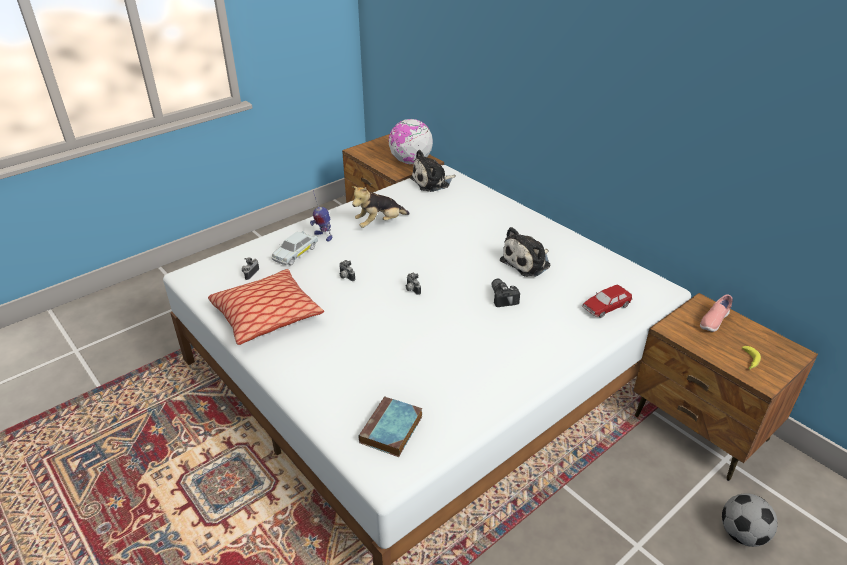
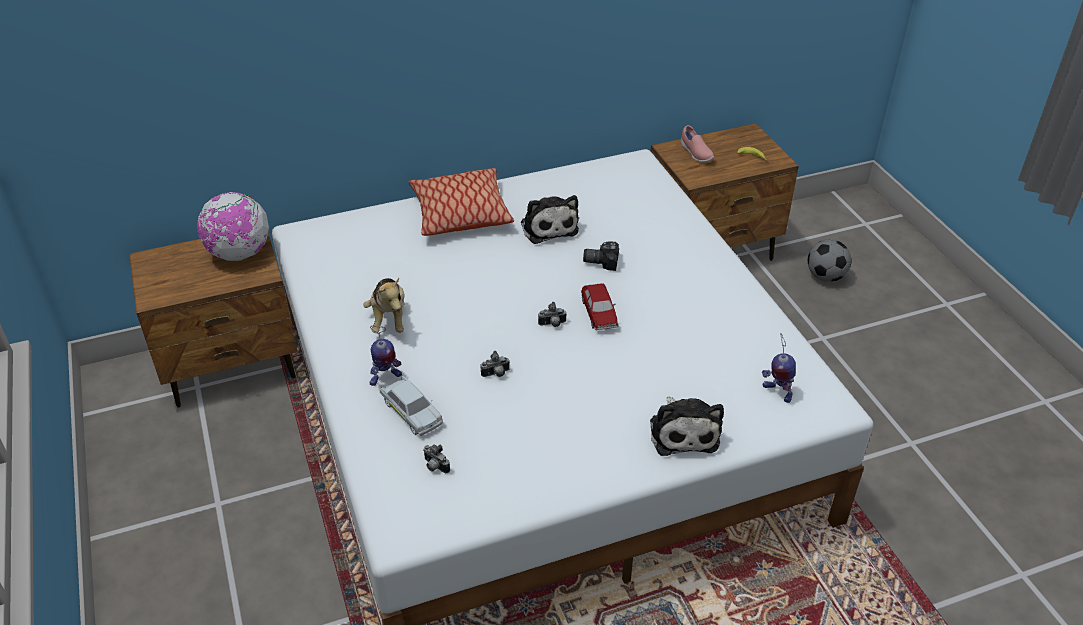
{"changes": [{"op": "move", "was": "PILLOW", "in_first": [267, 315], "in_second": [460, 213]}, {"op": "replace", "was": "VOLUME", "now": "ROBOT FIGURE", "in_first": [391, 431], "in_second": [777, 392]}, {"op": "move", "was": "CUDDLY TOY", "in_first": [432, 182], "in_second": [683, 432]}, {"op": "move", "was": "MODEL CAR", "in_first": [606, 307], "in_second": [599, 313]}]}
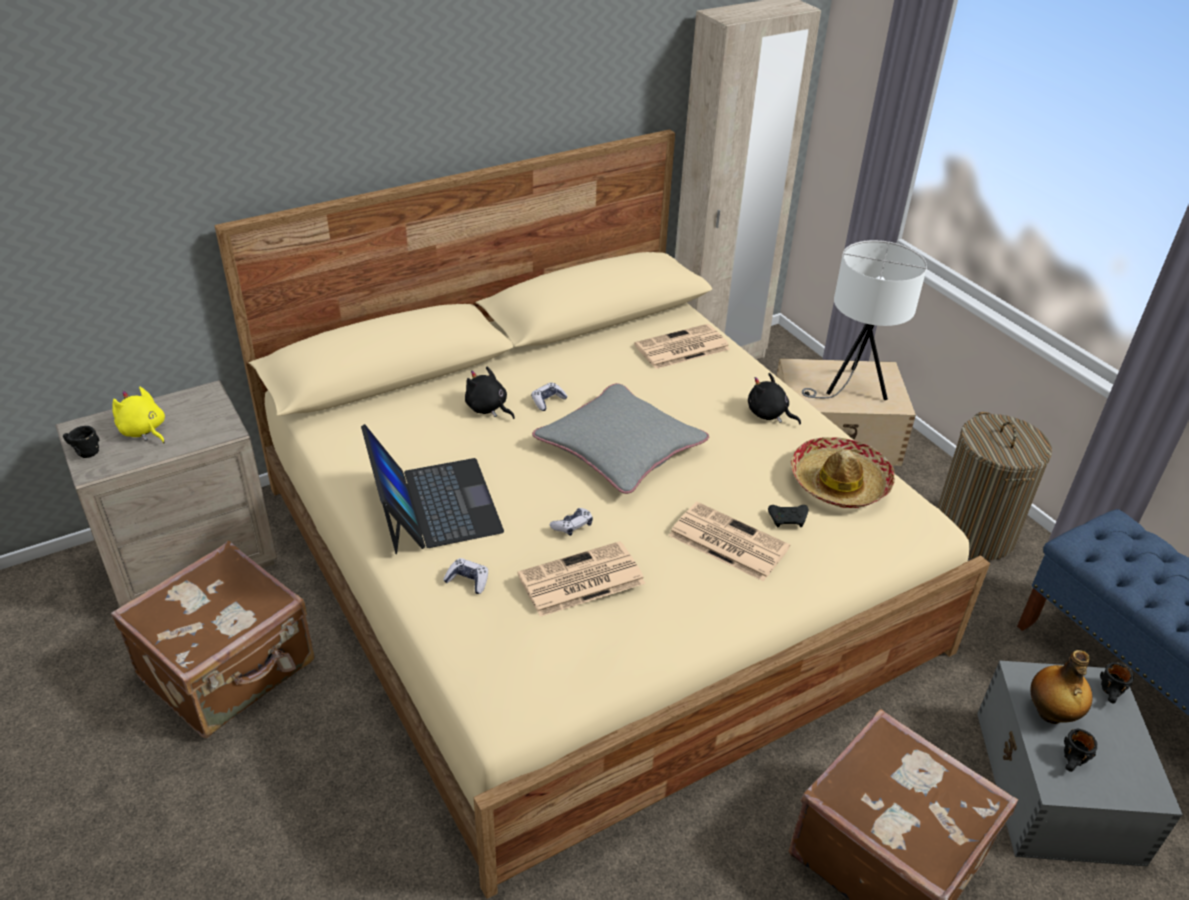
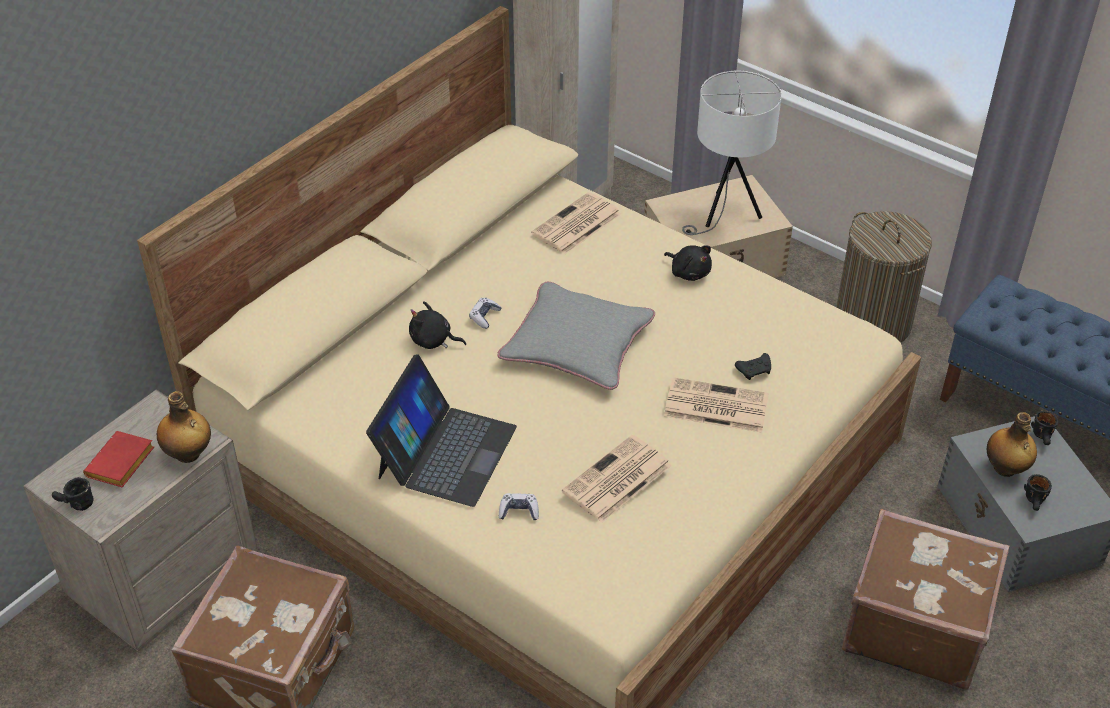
{"changes": [{"op": "replace", "was": "YELLOWISH CUDDLY TOY", "now": "RED-COLOURED VOLUME", "in_first": [143, 431], "in_second": [121, 465]}, {"op": "rotate", "was": "PORTABLE COMPUTER", "in_first": [434, 505], "in_second": [445, 451], "clockwise": 60}, {"op": "delete", "was": "JOYPAD", "in_first": [572, 526]}, {"op": "rotate", "was": "BLACKISH CUDDLY TOY", "in_first": [769, 414], "in_second": [689, 272], "clockwise": -150}, {"op": "delete", "was": "CLOTHING HAT", "in_first": [839, 482]}, {"op": "insert", "now": "BOTTLE", "in_second": [188, 454]}]}
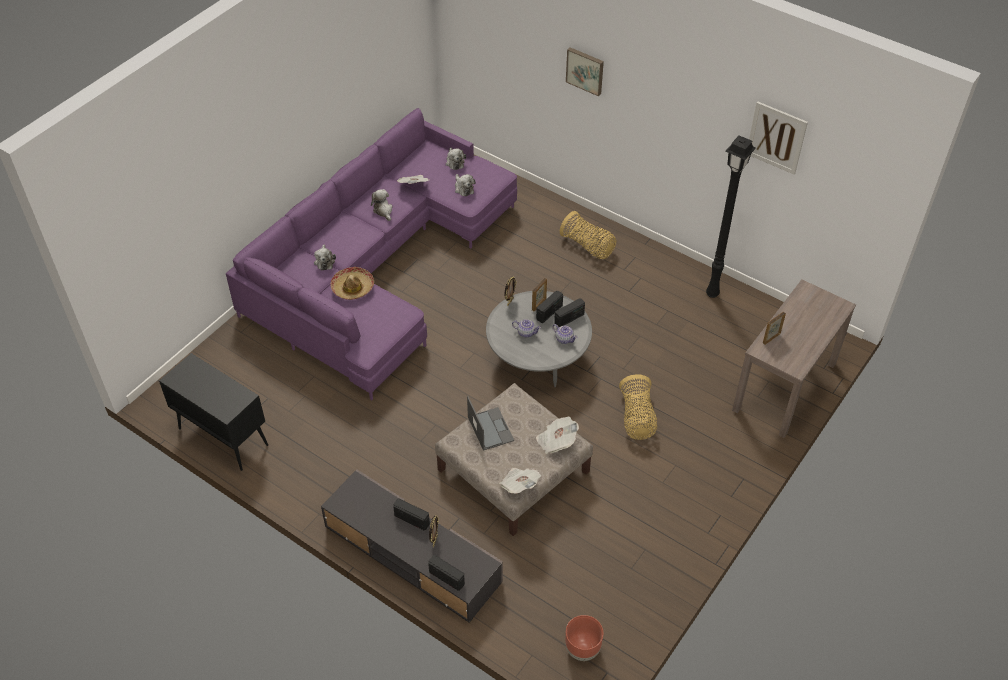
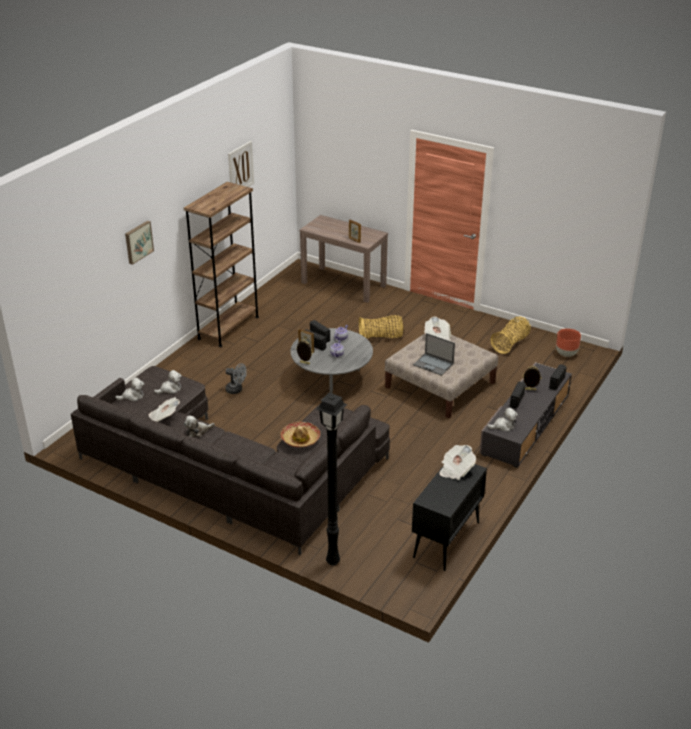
{"changes": [{"op": "recolor", "was": "PURPLE-COLOURED COUCH", "now": "GRAY COUCH", "in_first": [377, 267], "in_second": [230, 471]}, {"op": "move", "was": "CUDDLY TOY", "in_first": [324, 261], "in_second": [503, 426]}, {"op": "rotate", "was": "PORTABLE COMPUTER", "in_first": [490, 428], "in_second": [433, 364], "clockwise": -120}, {"op": "move", "was": "NEWSPAPER", "in_first": [519, 485], "in_second": [456, 470]}, {"op": "move", "was": "BASKET", "in_first": [588, 246], "in_second": [510, 343]}, {"op": "move", "was": "BLACKISH STANDARD LAMP", "in_first": [712, 293], "in_second": [331, 561]}, {"op": "insert", "now": "BROWN-COLOURED BOOKCASE", "in_second": [228, 327]}, {"op": "insert", "now": "GRAY FAN", "in_second": [236, 390]}]}
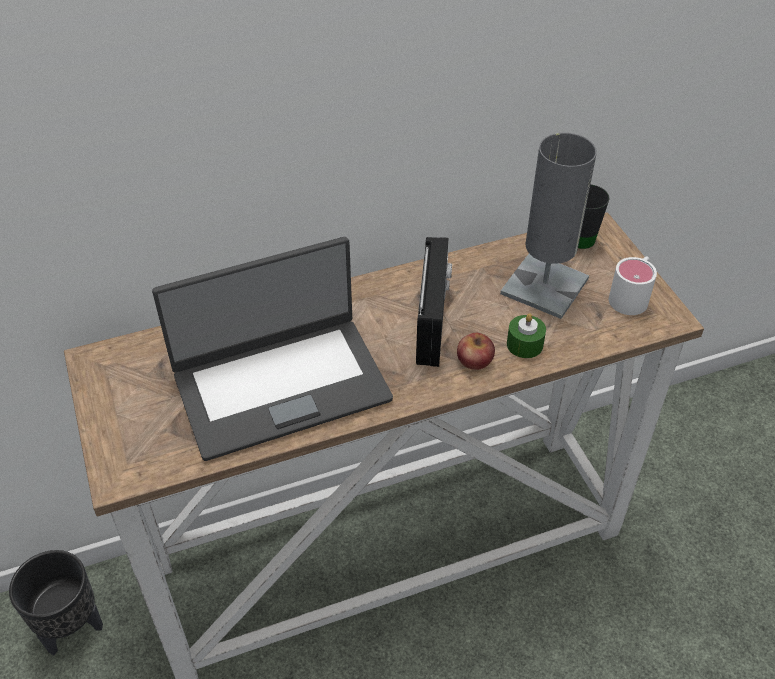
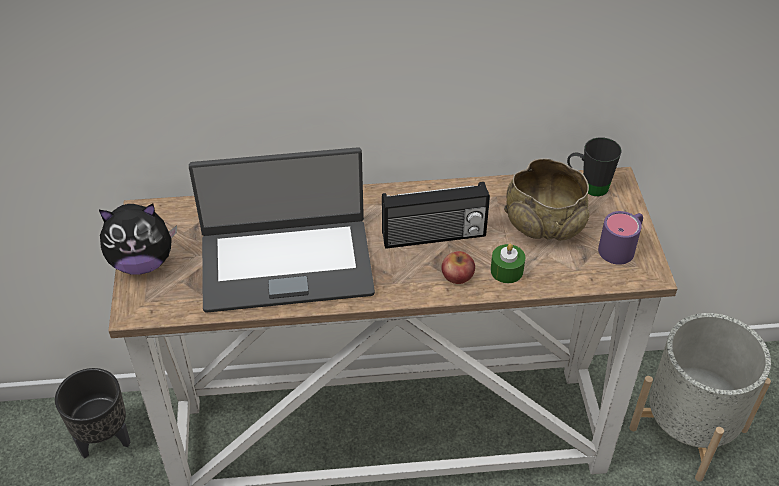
{"changes": [{"op": "rotate", "was": "RADIO SET", "in_first": [434, 323], "in_second": [434, 237], "clockwise": 60}, {"op": "replace", "was": "GRAY LAMP FOR A TABLE", "now": "BEIGE-COLOURED BOWL", "in_first": [544, 286], "in_second": [544, 223]}, {"op": "recolor", "was": "WHITISH TEA MUG", "now": "PURPLE-COLOURED TEA MUG", "in_first": [631, 295], "in_second": [621, 246]}, {"op": "insert", "now": "CUDDLY TOY", "in_second": [142, 262]}, {"op": "insert", "now": "GRAY PLANTER", "in_second": [688, 429]}]}
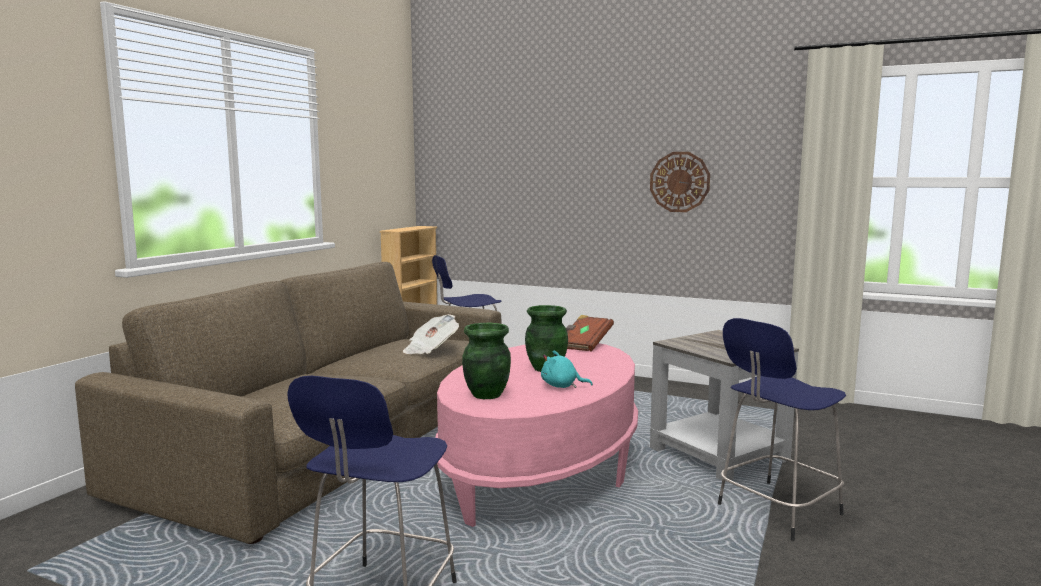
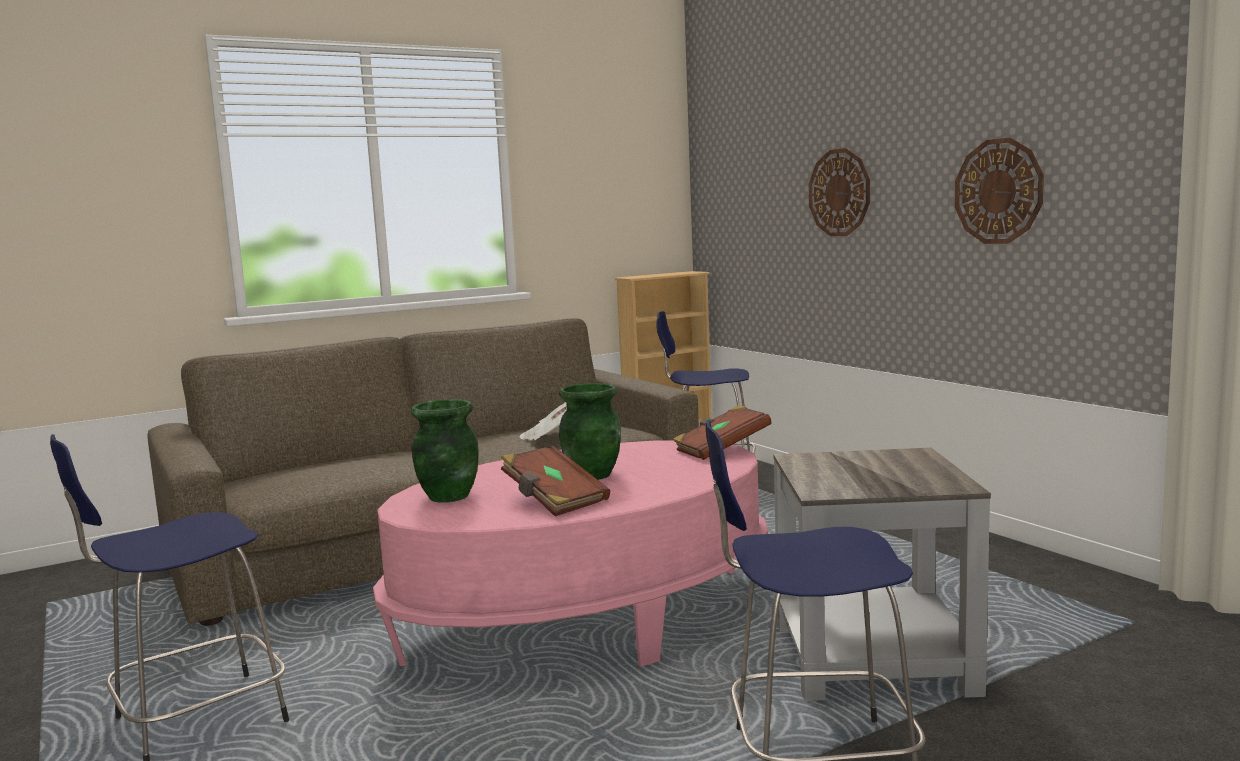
{"changes": [{"op": "replace", "was": "TURQUOISE CUDDLY TOY", "now": "BROWN-COLOURED VOLUME", "in_first": [562, 386], "in_second": [553, 500]}, {"op": "insert", "now": "WALL CLOCK", "in_second": [839, 193]}]}
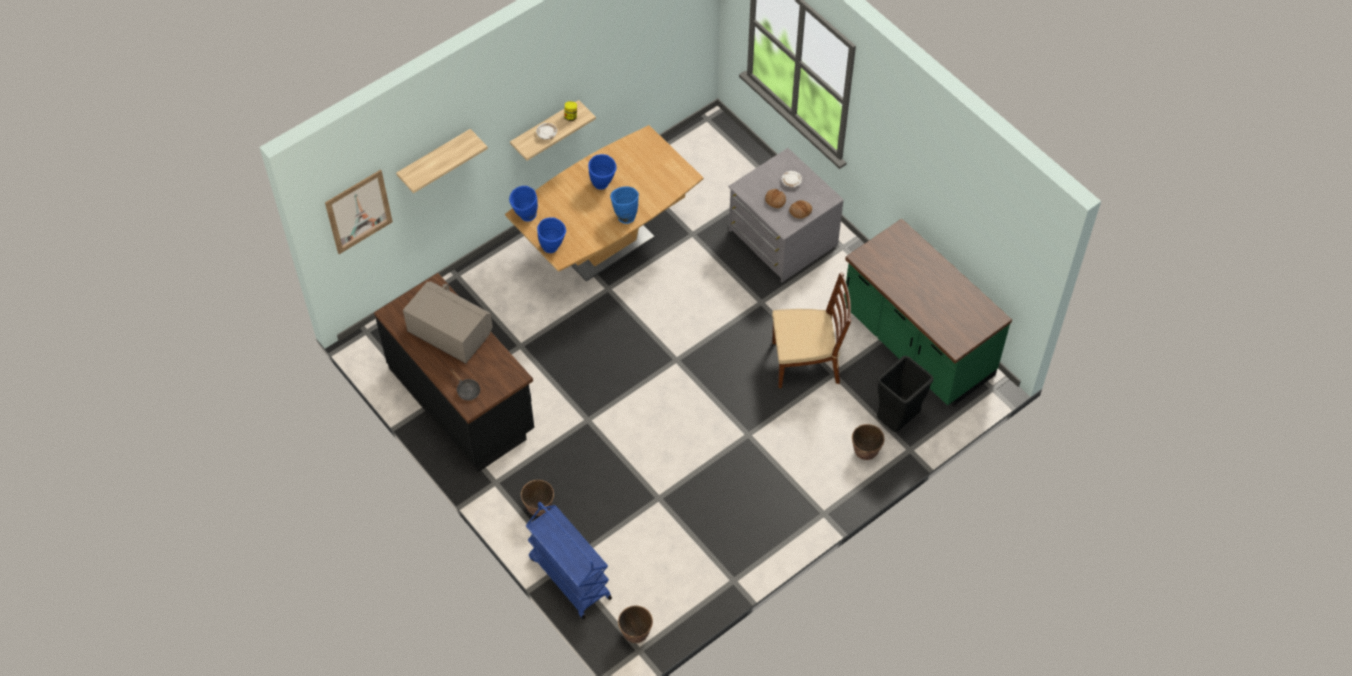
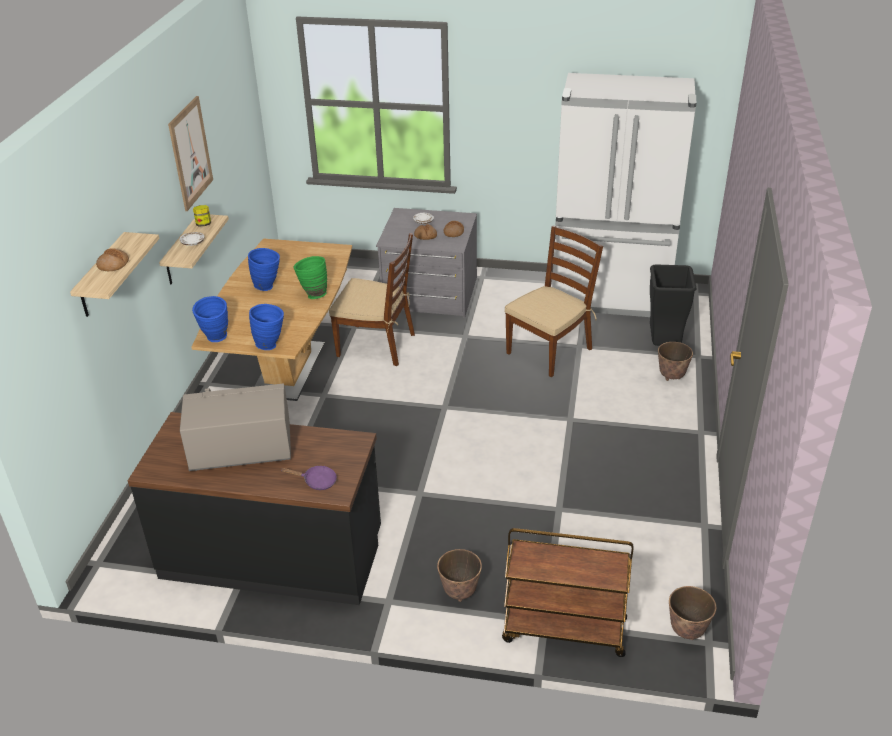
{"changes": [{"op": "move", "was": "PICTURE", "in_first": [358, 211], "in_second": [190, 153]}, {"op": "recolor", "was": "BLACKISH SKILLET", "now": "PURPLE-COLOURED SKILLET", "in_first": [467, 390], "in_second": [316, 481]}, {"op": "recolor", "was": "BLUE-COLOURED WHEELED CART", "now": "BROWN-COLOURED WHEELED CART", "in_first": [569, 577], "in_second": [563, 630]}, {"op": "recolor", "was": "BLUE-COLOURED DECORATIVE VASE", "now": "GREEN-COLOURED DECORATIVE VASE", "in_first": [624, 215], "in_second": [313, 294]}, {"op": "replace", "was": "GREEN-COLOURED COUNTER", "now": "WHITISH KITCHEN FRIDGE", "in_first": [916, 344], "in_second": [610, 298]}, {"op": "insert", "now": "BAKED BREAD", "in_second": [113, 264]}, {"op": "insert", "now": "BROWN-COLOURED PLAIN CHAIR", "in_second": [377, 345]}]}
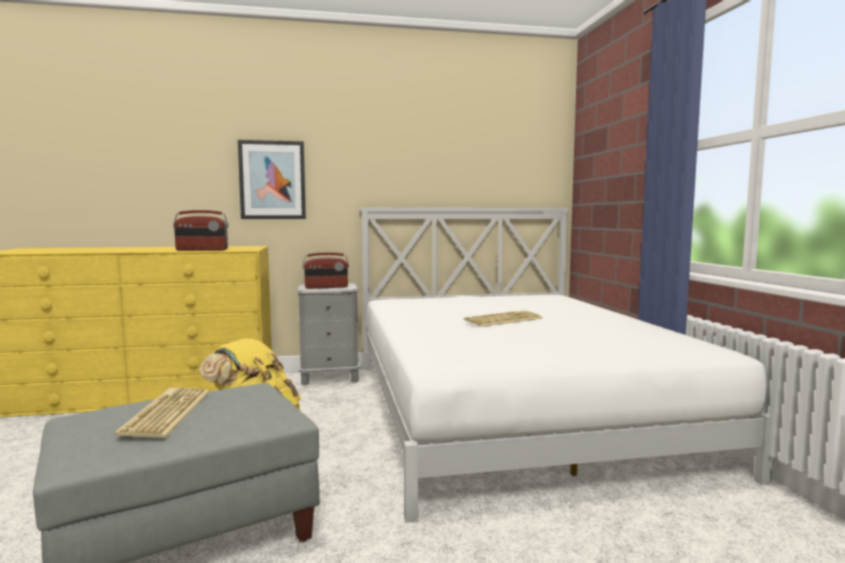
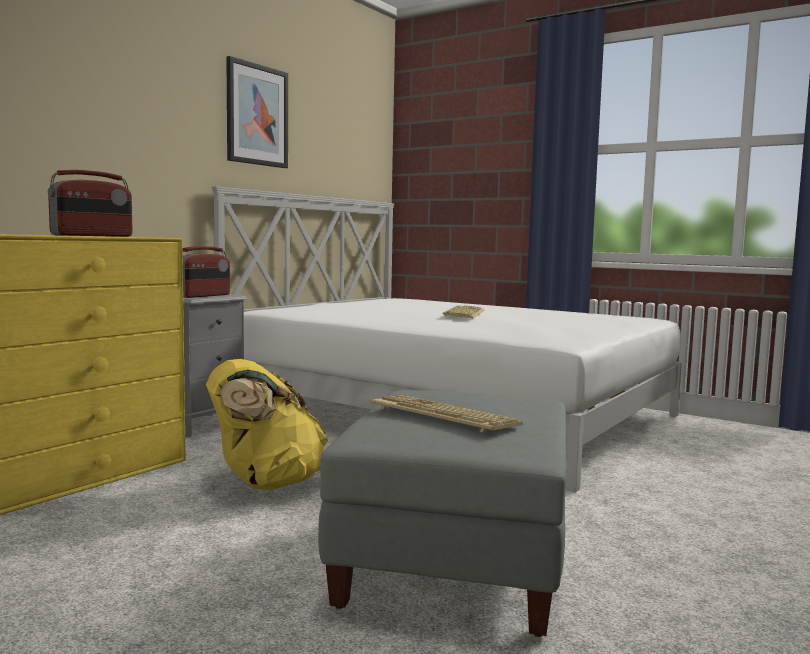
{"changes": [{"op": "move", "was": "PICTURE", "in_first": [272, 180], "in_second": [257, 115]}]}
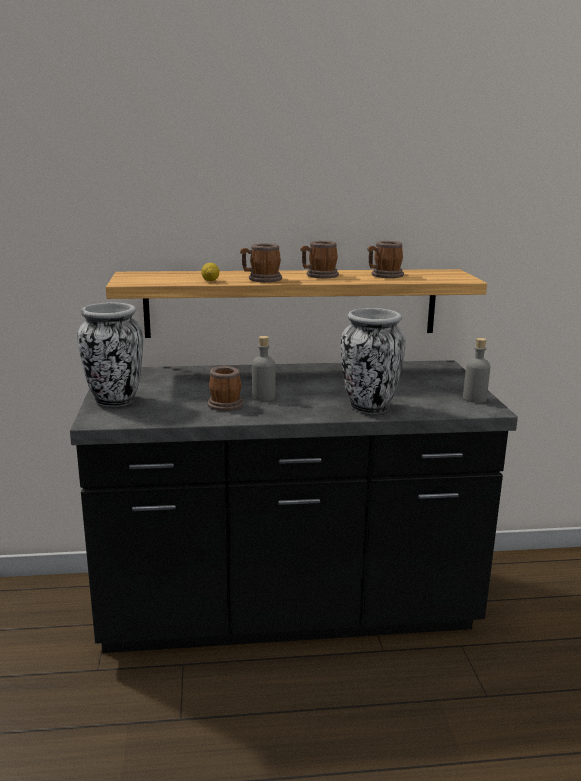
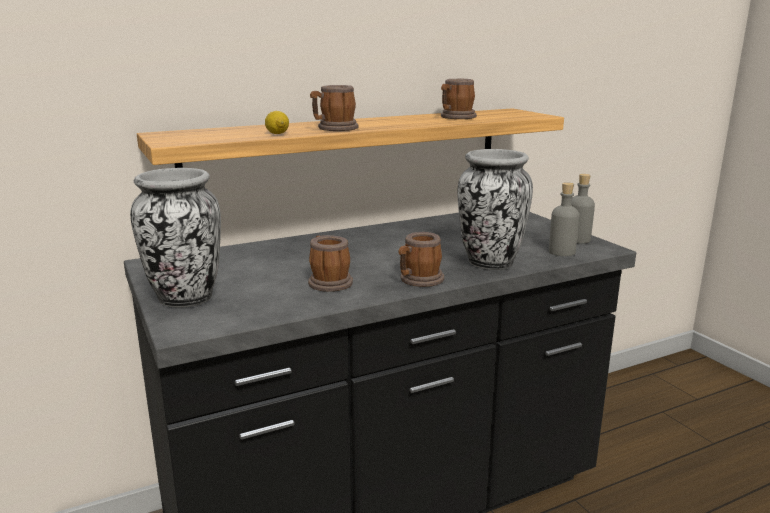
{"changes": [{"op": "move", "was": "GRAY BOTTLE", "in_first": [263, 397], "in_second": [561, 252]}, {"op": "move", "was": "TEA MUG", "in_first": [319, 275], "in_second": [418, 280]}]}
